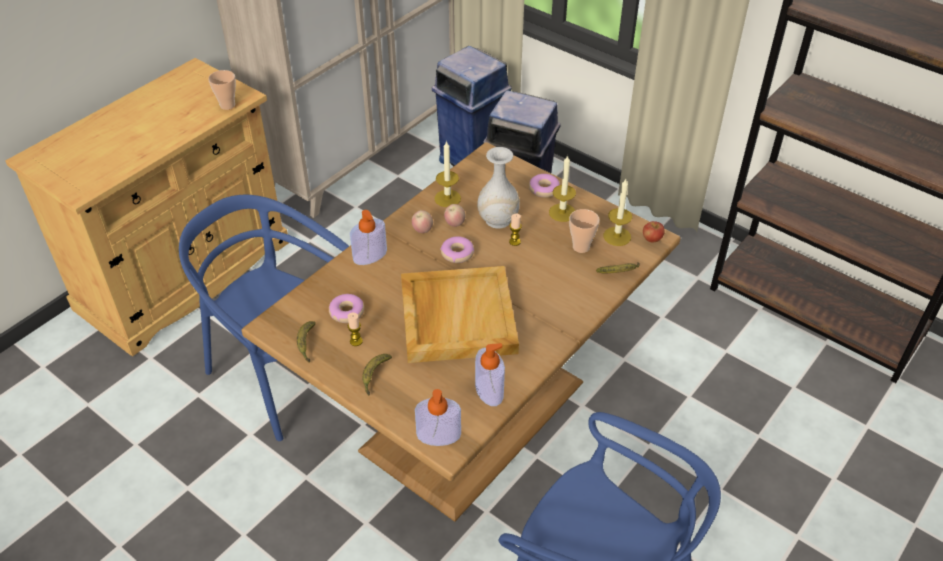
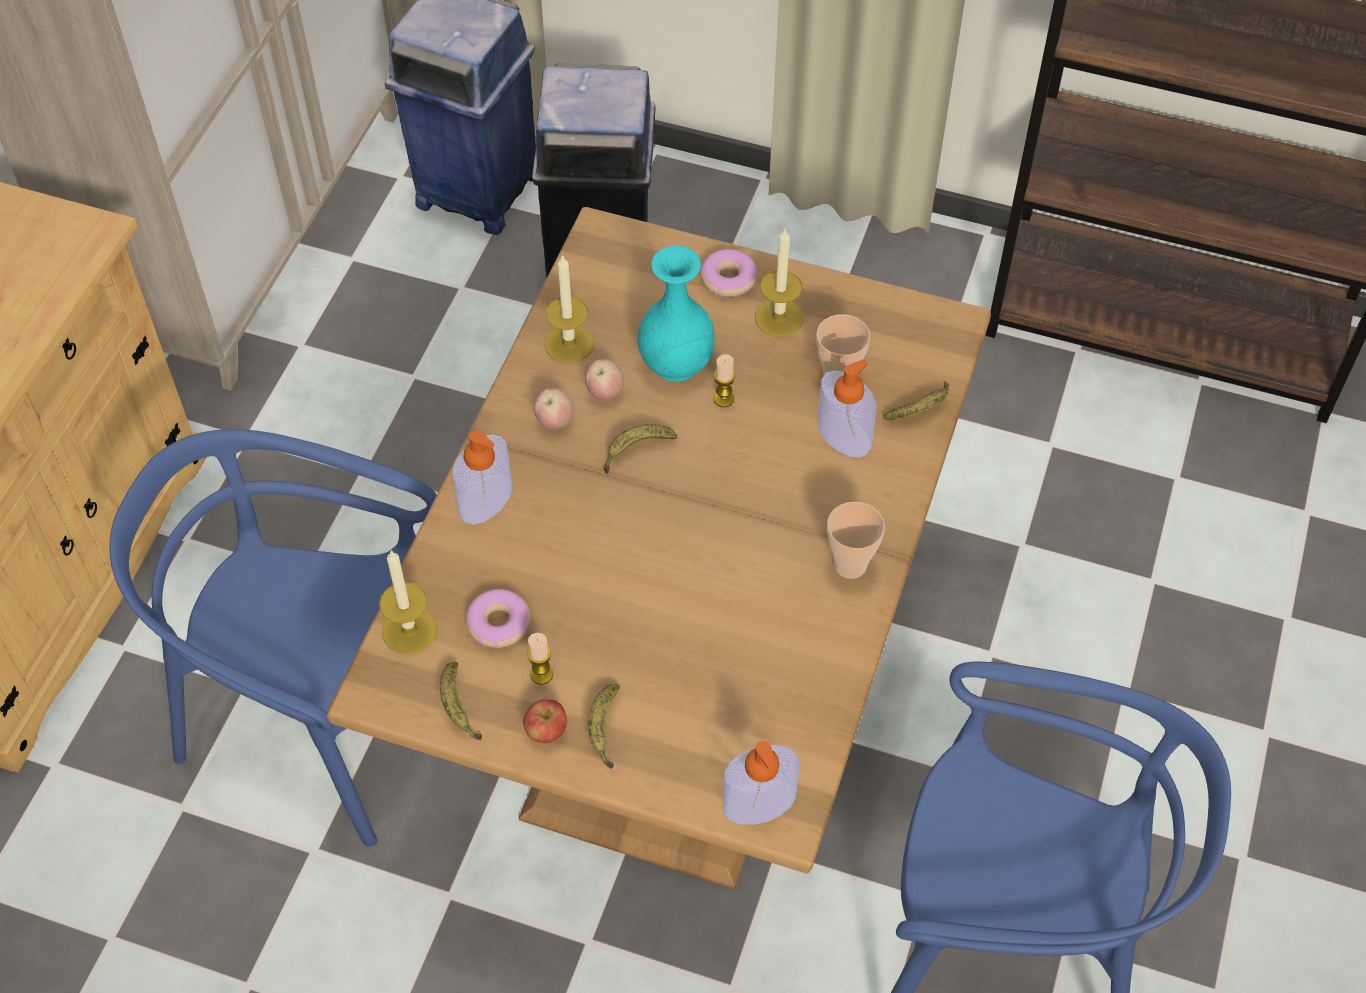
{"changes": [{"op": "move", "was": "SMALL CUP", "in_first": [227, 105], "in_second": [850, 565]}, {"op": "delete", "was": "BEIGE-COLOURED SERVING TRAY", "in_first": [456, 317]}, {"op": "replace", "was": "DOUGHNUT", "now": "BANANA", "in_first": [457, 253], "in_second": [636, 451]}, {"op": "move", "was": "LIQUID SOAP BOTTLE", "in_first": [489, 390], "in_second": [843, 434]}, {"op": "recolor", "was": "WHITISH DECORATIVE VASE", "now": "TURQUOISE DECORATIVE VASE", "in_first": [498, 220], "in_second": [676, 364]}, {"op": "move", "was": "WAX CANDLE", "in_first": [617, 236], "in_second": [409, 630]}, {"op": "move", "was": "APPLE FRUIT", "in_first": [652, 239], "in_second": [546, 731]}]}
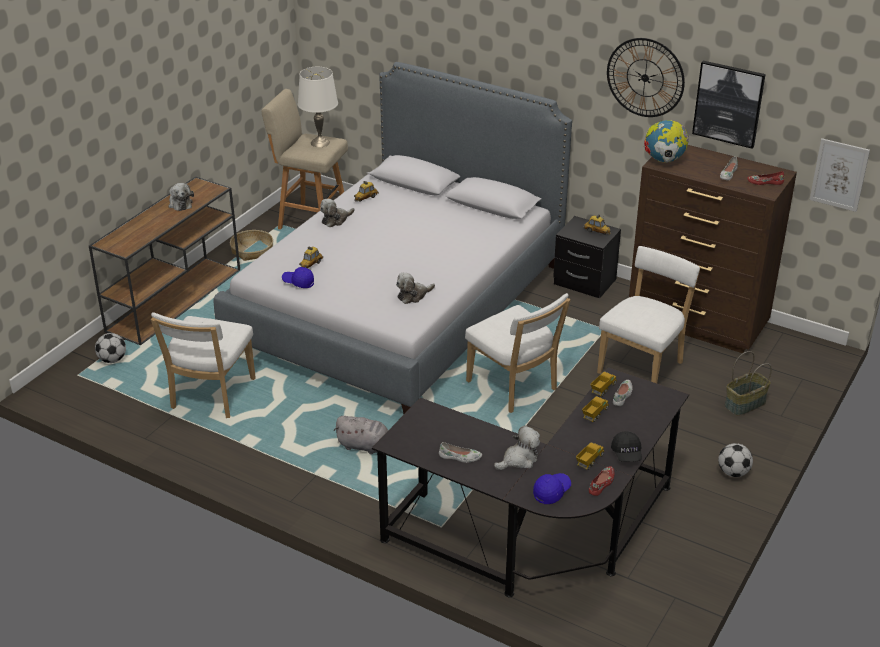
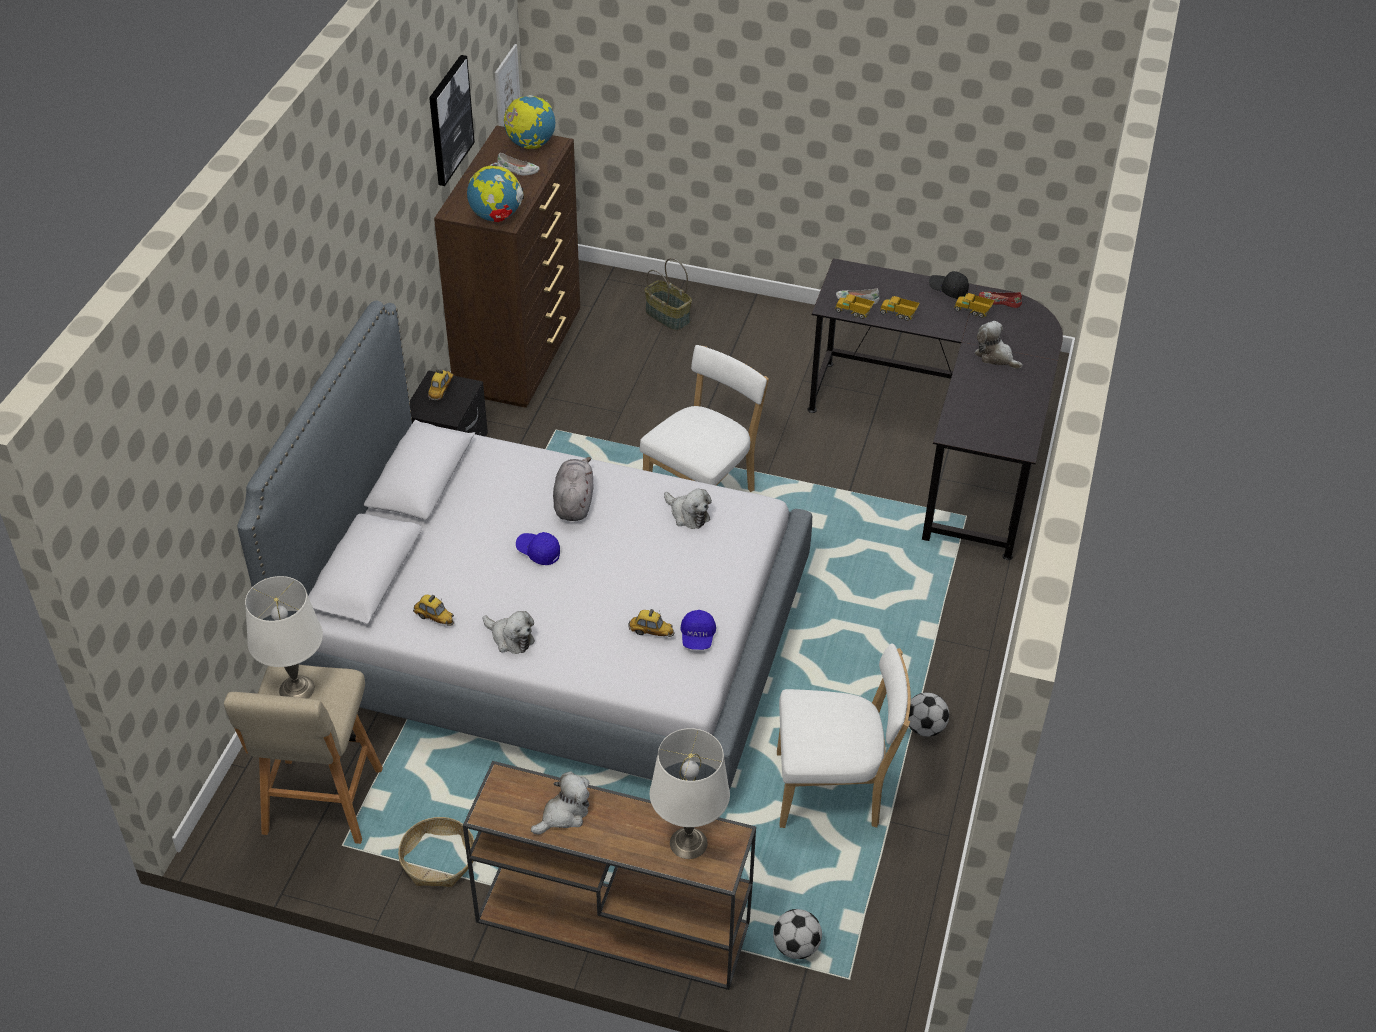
{"changes": [{"op": "move", "was": "GRAY CUDDLY TOY", "in_first": [365, 446], "in_second": [574, 502]}, {"op": "delete", "was": "WHITISH LOW SHOE", "in_first": [460, 457]}, {"op": "move", "was": "BLUE-COLOURED CAP", "in_first": [551, 492], "in_second": [538, 552]}, {"op": "delete", "was": "WHITISH PLAIN CHAIR", "in_first": [643, 366]}, {"op": "delete", "was": "WALL CLOCK", "in_first": [645, 77]}, {"op": "rotate", "was": "BLACKISH CAP", "in_first": [627, 454], "in_second": [948, 290], "clockwise": -135}, {"op": "move", "was": "FOOTBALL BALL", "in_first": [733, 473], "in_second": [924, 728]}, {"op": "replace", "was": "RED-COLOURED LOW SHOE", "now": "DESK GLOBE", "in_first": [765, 182], "in_second": [530, 145]}, {"op": "insert", "now": "WHITISH LAMP FOR A TABLE", "in_second": [688, 843]}]}
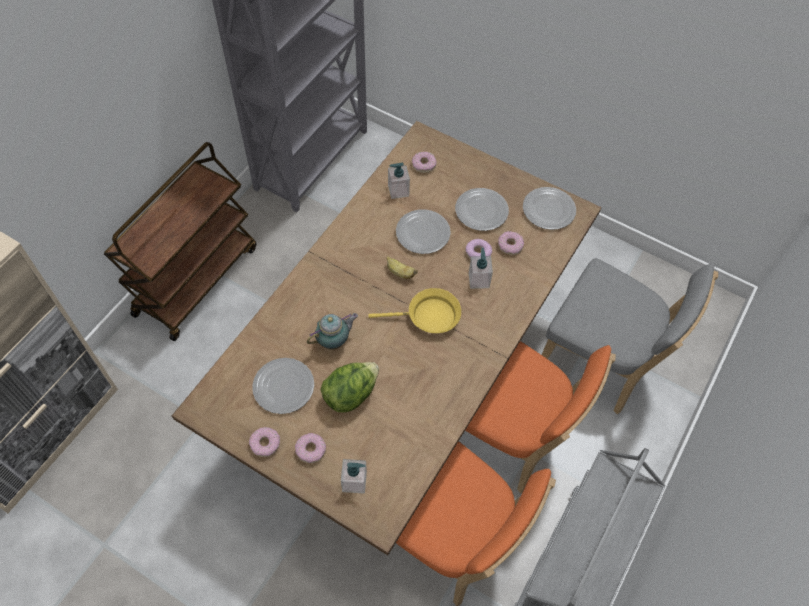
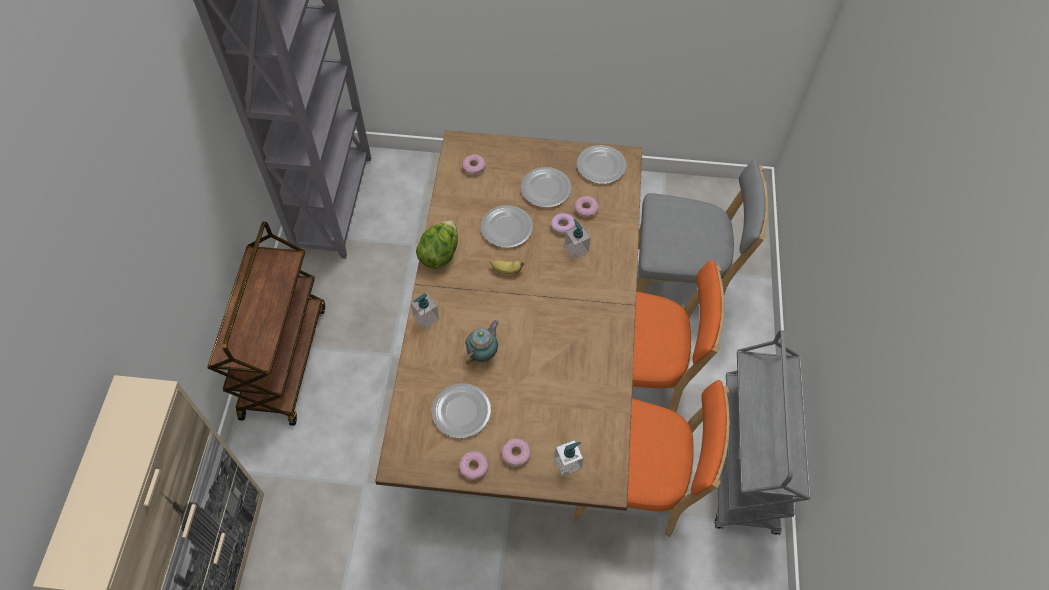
{"changes": [{"op": "move", "was": "HEAD OF LETTUCE", "in_first": [350, 394], "in_second": [439, 254]}, {"op": "delete", "was": "YELLOWISH SKILLET", "in_first": [429, 316]}, {"op": "move", "was": "LIQUID SOAP BOTTLE", "in_first": [398, 191], "in_second": [426, 318]}]}
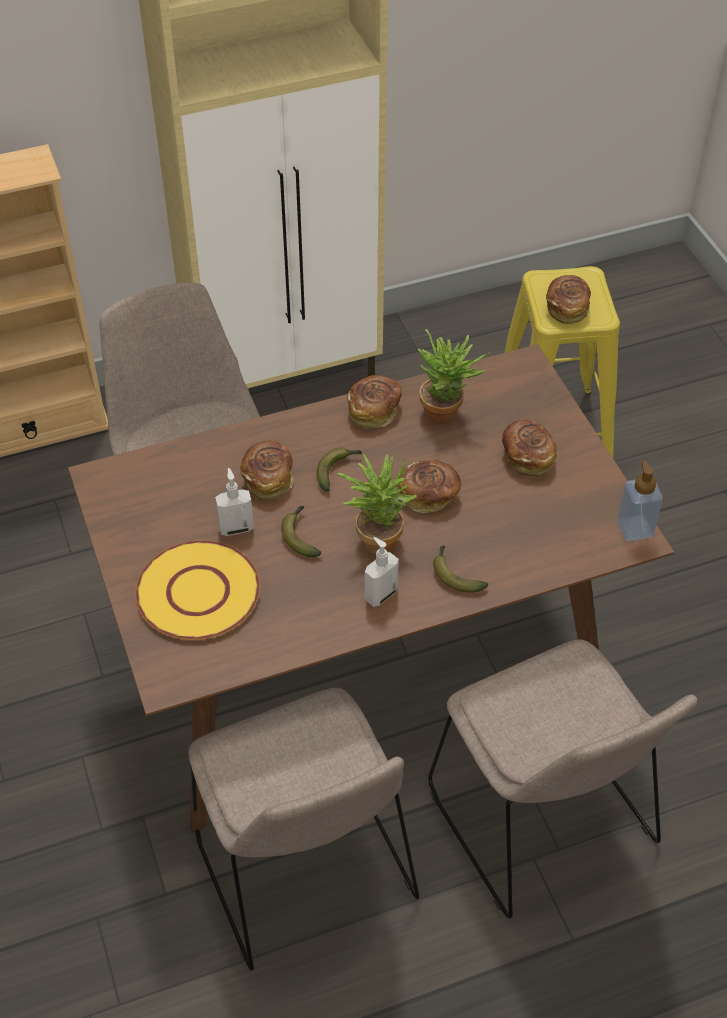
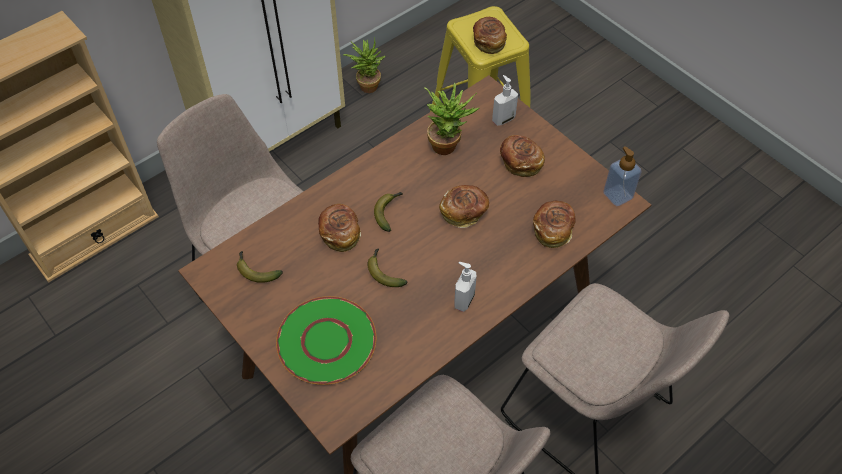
{"changes": [{"op": "recolor", "was": "YELLOWISH FLAT DISH", "now": "GREEN-COLOURED FLAT DISH", "in_first": [197, 592], "in_second": [326, 342]}, {"op": "move", "was": "LIQUID SOAP BOTTLE", "in_first": [236, 528], "in_second": [503, 119]}, {"op": "move", "was": "POTTED PLANT", "in_first": [376, 536], "in_second": [366, 84]}, {"op": "move", "was": "BAKED BREAD", "in_first": [374, 411], "in_second": [553, 230]}, {"op": "move", "was": "BANANA", "in_first": [454, 574], "in_second": [256, 270]}]}
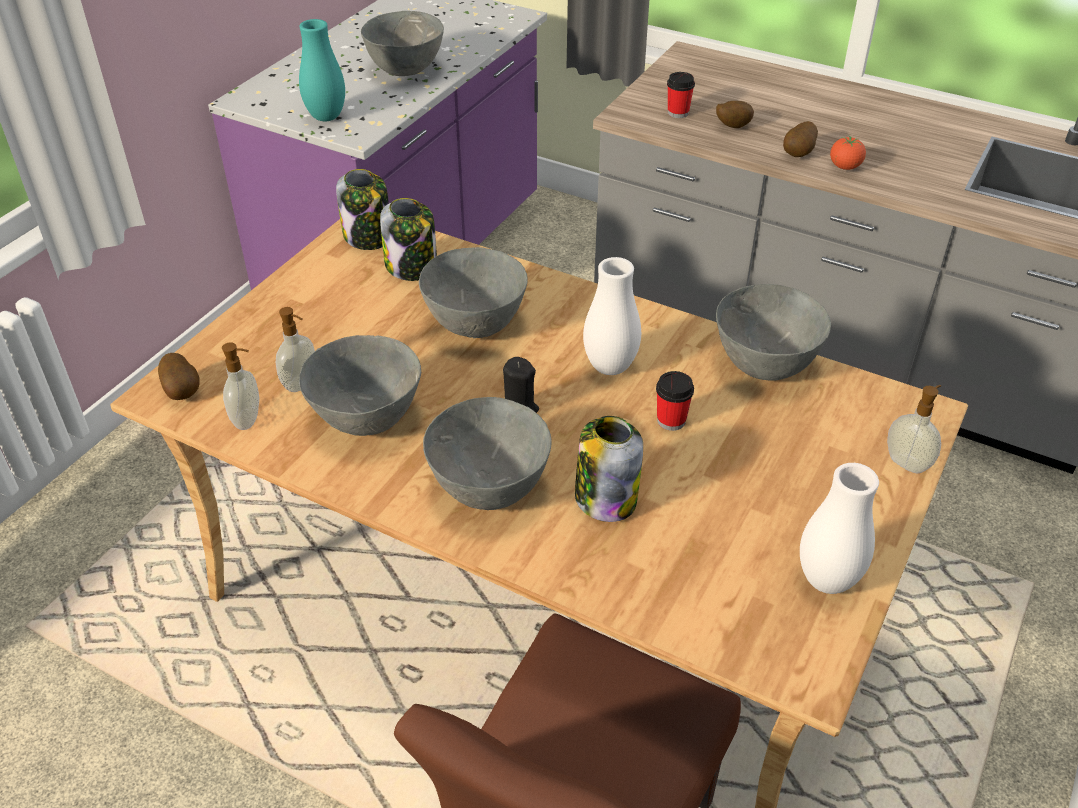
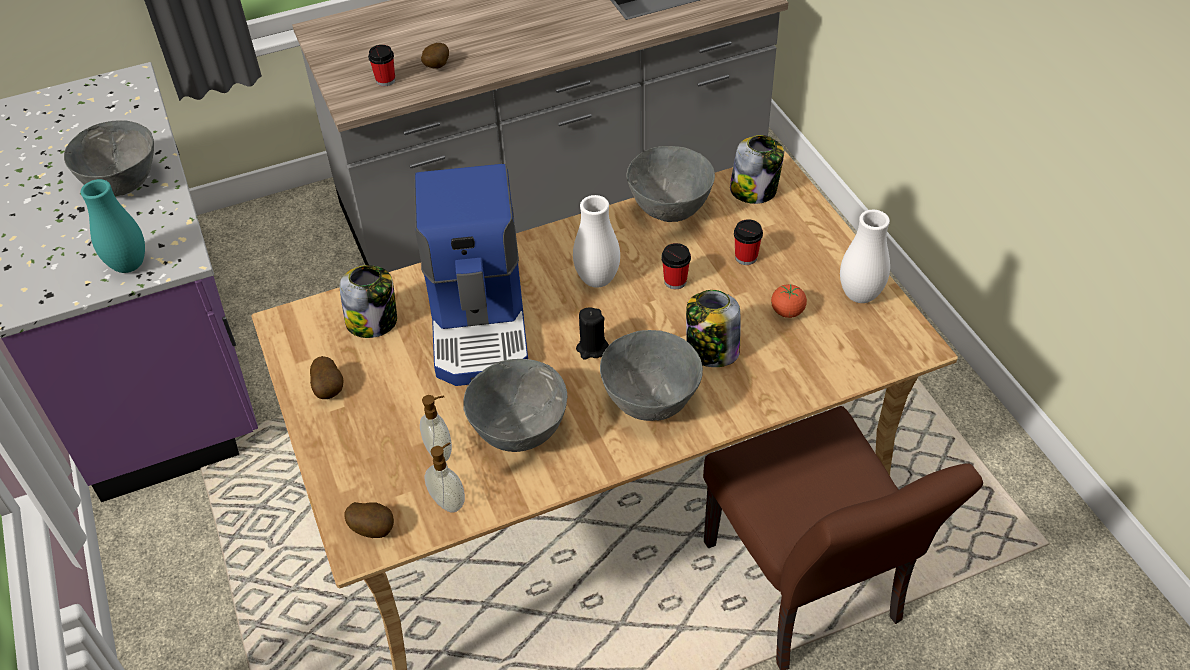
{"changes": [{"op": "move", "was": "PRESERVE JAR", "in_first": [368, 236], "in_second": [754, 190]}, {"op": "replace", "was": "GRAY BOWL", "now": "COFFEE MAKER", "in_first": [476, 325], "in_second": [481, 322]}, {"op": "move", "was": "SPUD", "in_first": [799, 154], "in_second": [329, 389]}, {"op": "move", "was": "FRESH TOMATO", "in_first": [845, 167], "in_second": [787, 312]}, {"op": "delete", "was": "LIQUID SOAP BOTTLE", "in_first": [907, 462]}, {"op": "insert", "now": "SMALL CUP", "in_second": [746, 257]}]}
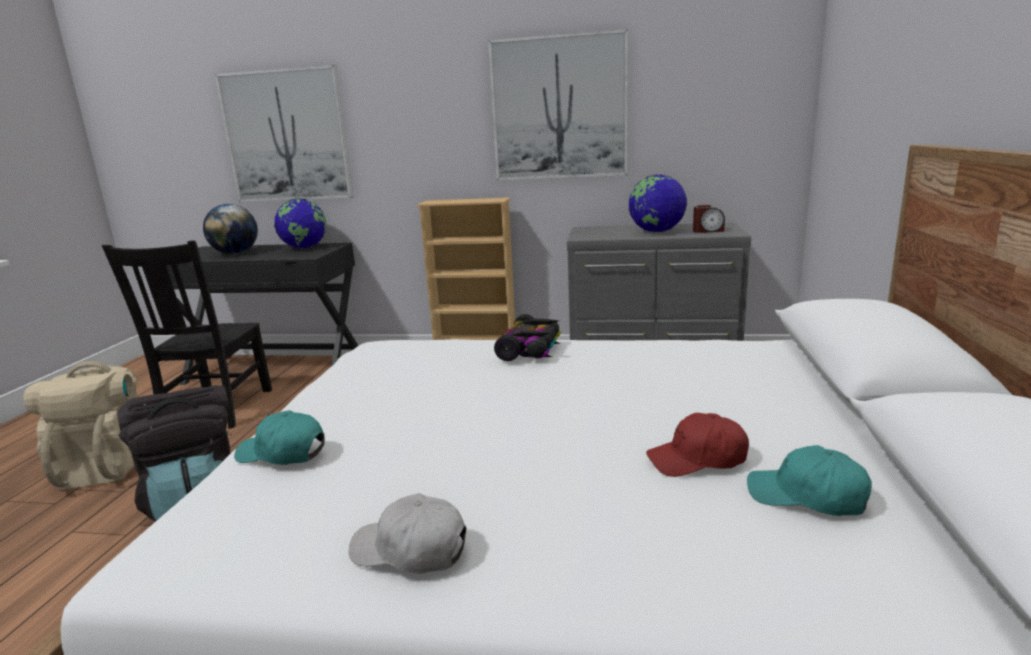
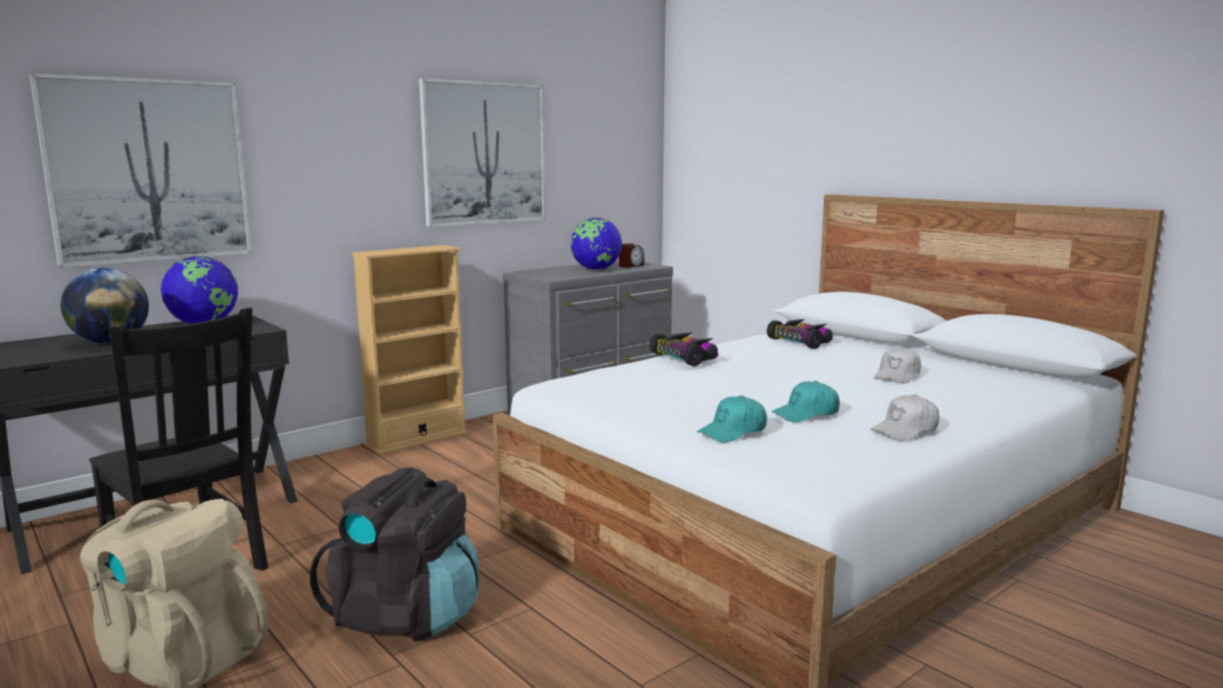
{"changes": [{"op": "recolor", "was": "RED-COLOURED CAP", "now": "WHITISH CAP", "in_first": [697, 459], "in_second": [897, 376]}, {"op": "move", "was": "TURQUOISE CAP", "in_first": [807, 497], "in_second": [806, 414]}, {"op": "insert", "now": "MODEL CAR", "in_second": [801, 342]}]}
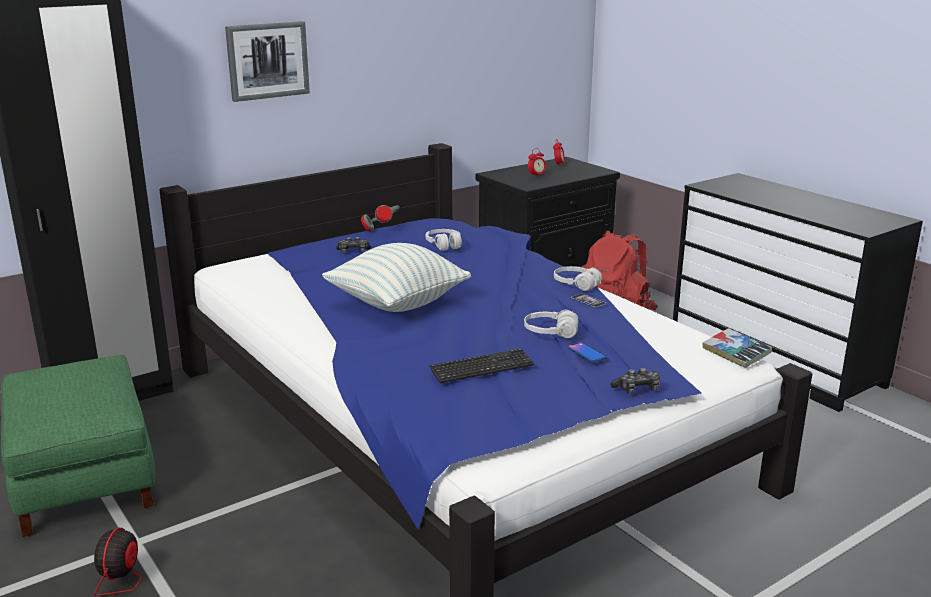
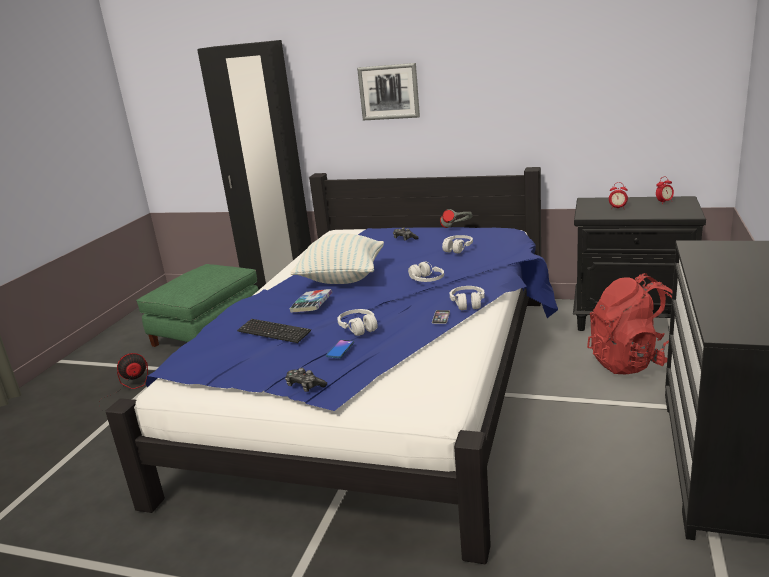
{"changes": [{"op": "move", "was": "VOLUME", "in_first": [736, 353], "in_second": [312, 305]}, {"op": "insert", "now": "WHITISH HEADPHONES", "in_second": [426, 280]}]}
